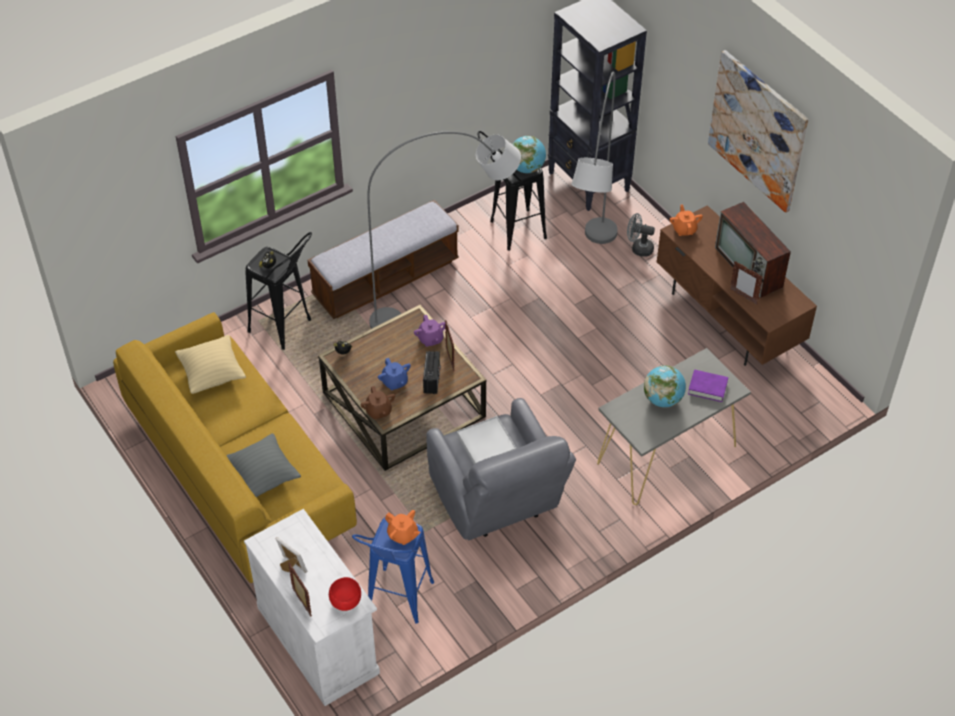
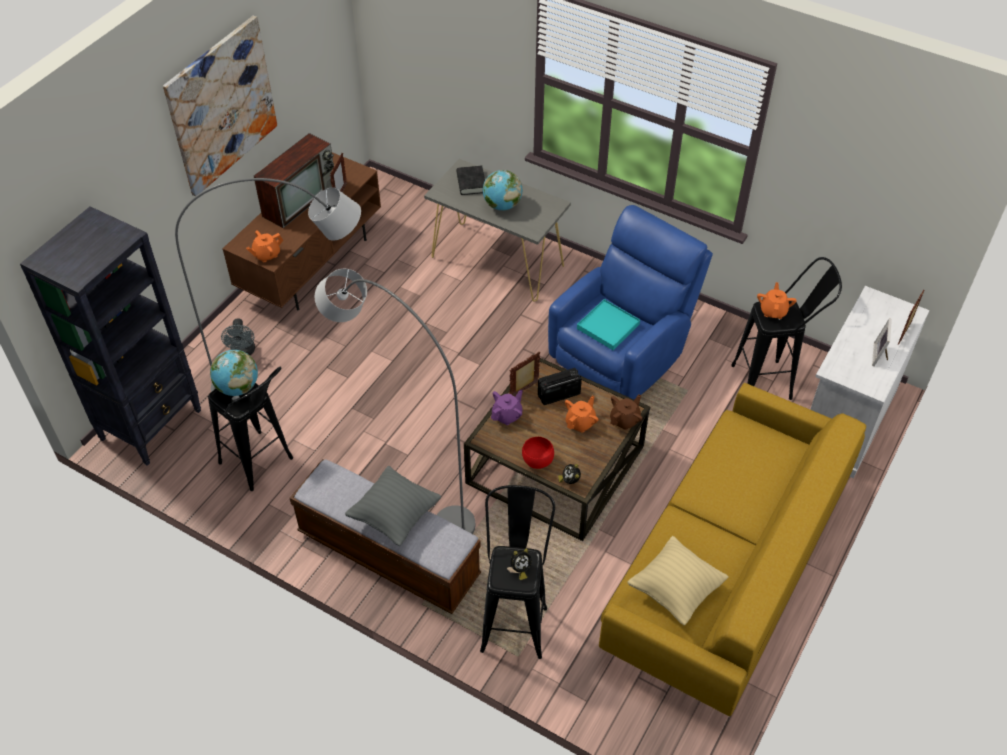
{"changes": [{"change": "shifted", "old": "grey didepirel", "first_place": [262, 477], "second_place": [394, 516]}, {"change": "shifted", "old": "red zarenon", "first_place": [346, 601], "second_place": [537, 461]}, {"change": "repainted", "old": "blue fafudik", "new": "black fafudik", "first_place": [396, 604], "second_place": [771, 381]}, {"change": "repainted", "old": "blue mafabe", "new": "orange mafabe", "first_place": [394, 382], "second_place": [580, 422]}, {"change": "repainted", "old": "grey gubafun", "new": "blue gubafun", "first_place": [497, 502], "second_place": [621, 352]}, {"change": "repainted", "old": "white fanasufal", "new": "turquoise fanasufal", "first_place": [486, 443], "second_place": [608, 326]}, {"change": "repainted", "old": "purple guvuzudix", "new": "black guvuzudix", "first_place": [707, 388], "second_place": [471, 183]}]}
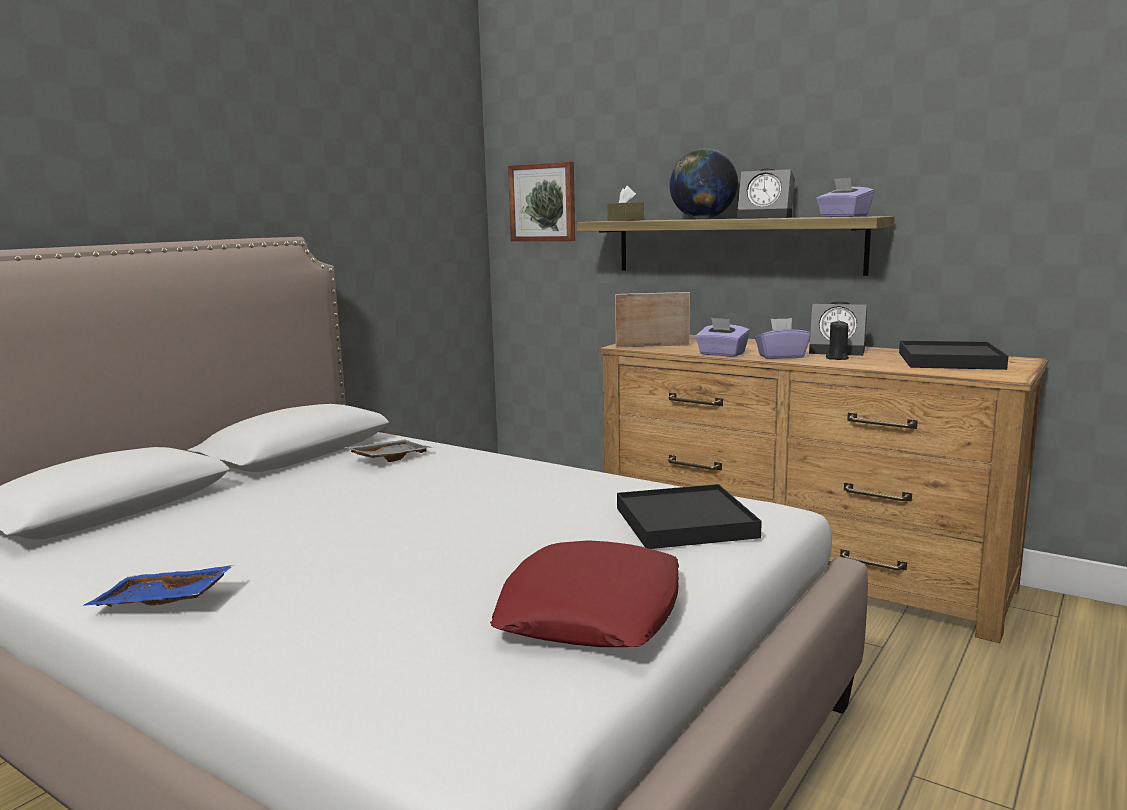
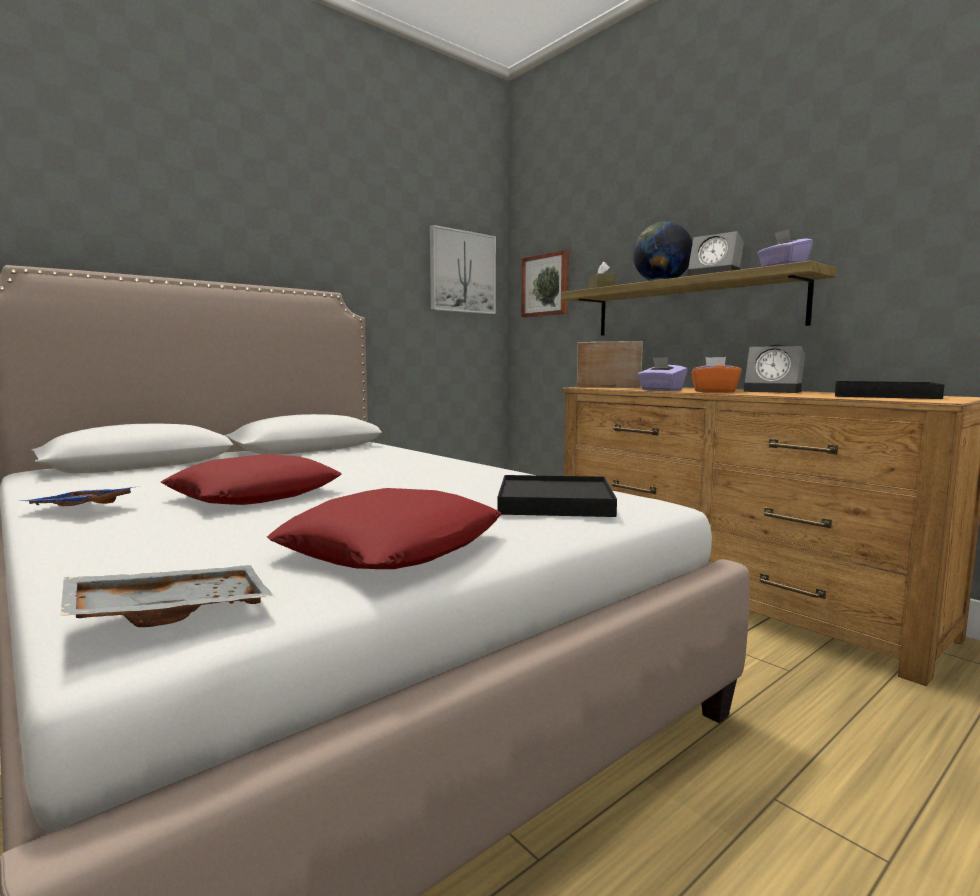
{"changes": [{"change": "shifted", "old": "grey fanasufal", "first_place": [389, 458], "second_place": [172, 611]}, {"change": "repainted", "old": "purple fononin", "new": "orange fononin", "first_place": [781, 356], "second_place": [714, 391]}, {"change": "gone", "old": "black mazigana", "first_place": [837, 358]}, {"change": "new", "new": "red didepirel", "second_place": [256, 494]}, {"change": "new", "new": "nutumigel", "second_place": [462, 272]}]}
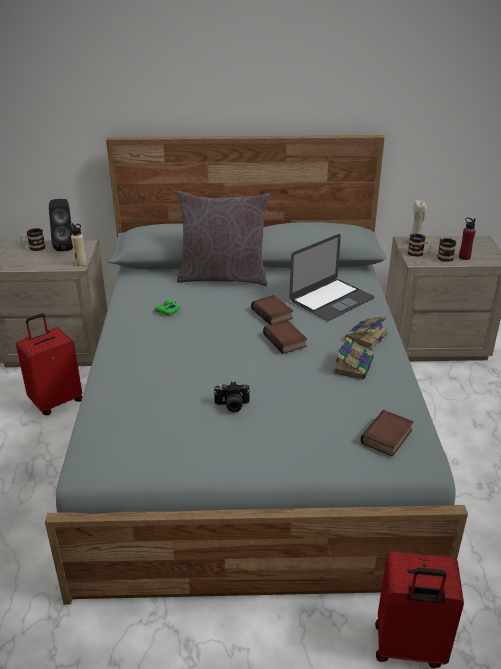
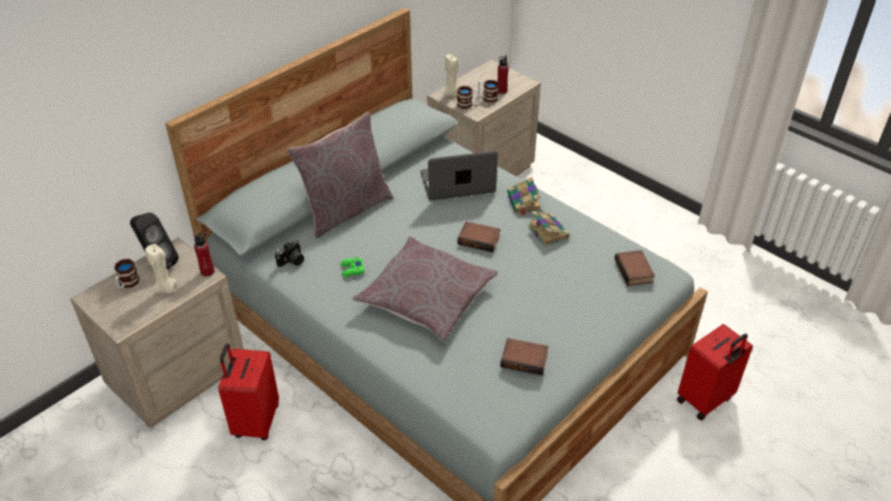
{"changes": [{"change": "repainted", "old": "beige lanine", "new": "red lanine", "first_place": [81, 263], "second_place": [207, 271]}, {"change": "shifted", "old": "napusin", "first_place": [232, 405], "second_place": [292, 261]}, {"change": "shifted", "old": "guvuzudix", "first_place": [273, 314], "second_place": [525, 359]}, {"change": "rotated", "old": "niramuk", "first_place": [331, 299], "second_place": [457, 183], "degrees": -105}, {"change": "new", "new": "beige mazigana", "second_place": [166, 289]}, {"change": "new", "new": "grey didepirel", "second_place": [426, 297]}]}
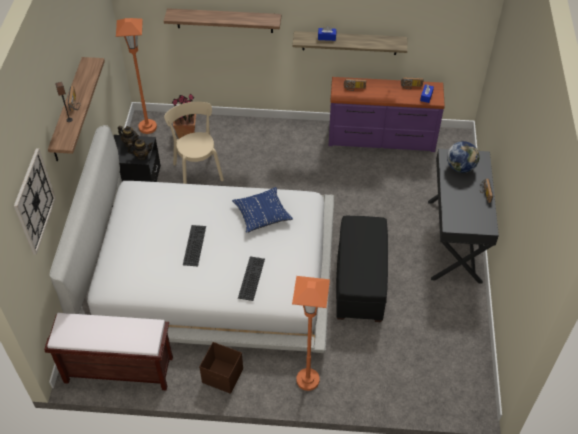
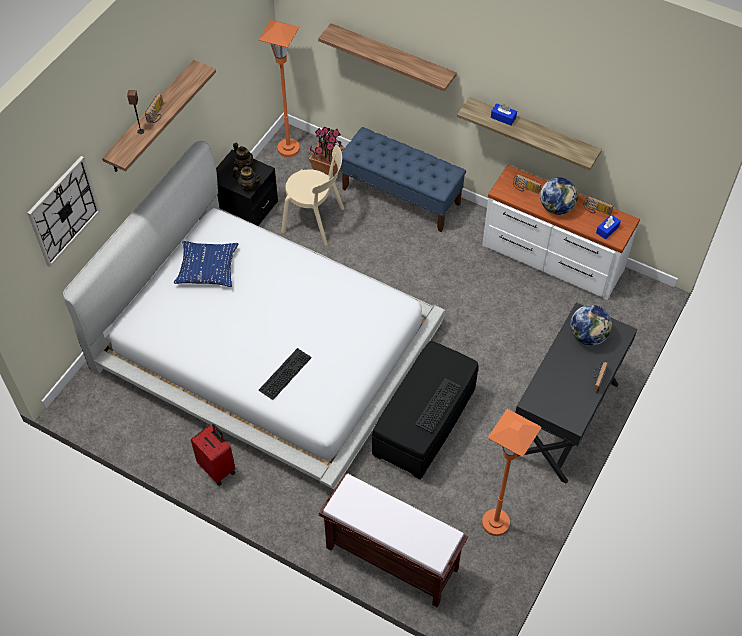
{"changes": [{"change": "shifted", "old": "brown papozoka", "first_place": [117, 370], "second_place": [390, 558]}, {"change": "rotated", "old": "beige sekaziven", "first_place": [197, 170], "second_place": [316, 221], "degrees": 105}, {"change": "shifted", "old": "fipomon", "first_place": [193, 245], "second_place": [437, 404]}, {"change": "swapped", "old": "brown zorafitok", "new": "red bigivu", "first_place": [223, 376], "second_place": [218, 468]}, {"change": "shifted", "old": "blue didepirel", "first_place": [262, 214], "second_place": [207, 268]}, {"change": "shifted", "old": "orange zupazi", "first_place": [307, 380], "second_place": [495, 523]}, {"change": "repainted", "old": "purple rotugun", "new": "white rotugun", "first_place": [381, 138], "second_place": [552, 259]}, {"change": "new", "new": "blue papozoka", "second_place": [401, 196]}, {"change": "new", "new": "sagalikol", "second_place": [556, 207]}]}
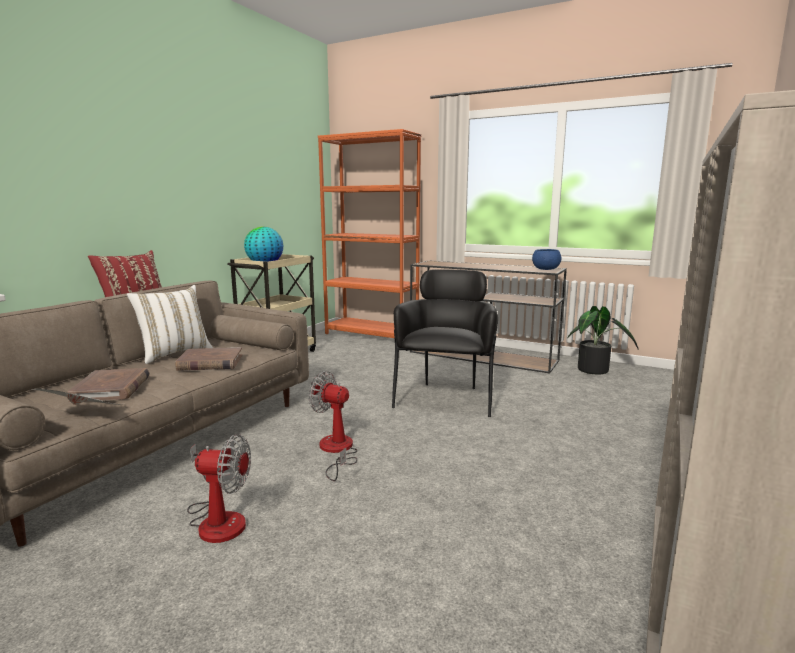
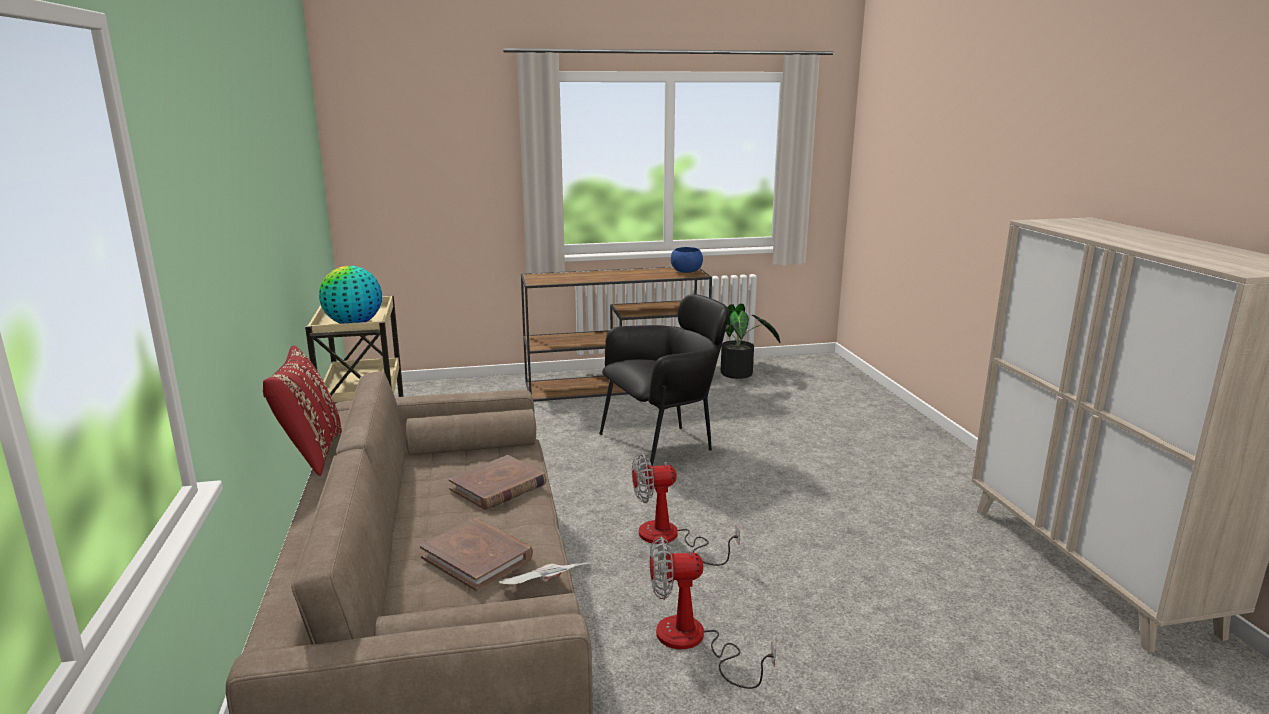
{"changes": [{"change": "gone", "old": "white didepirel", "first_place": [174, 353]}, {"change": "rotated", "old": "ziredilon", "first_place": [218, 519], "second_place": [693, 642], "degrees": -150}, {"change": "gone", "old": "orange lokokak", "first_place": [371, 335]}, {"change": "rotated", "old": "black gubafun", "first_place": [446, 397], "second_place": [664, 445], "degrees": 90}]}
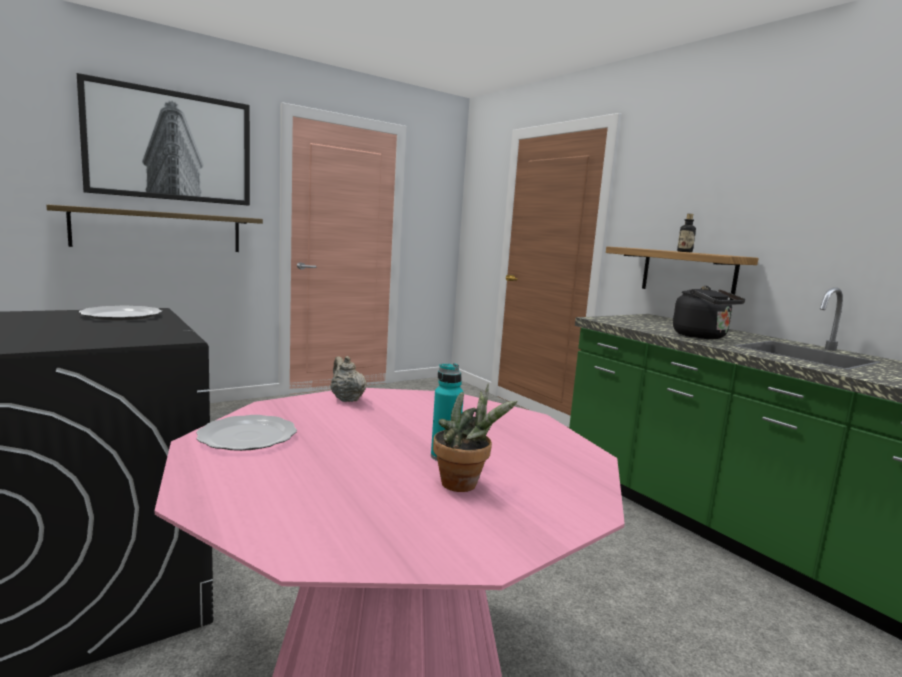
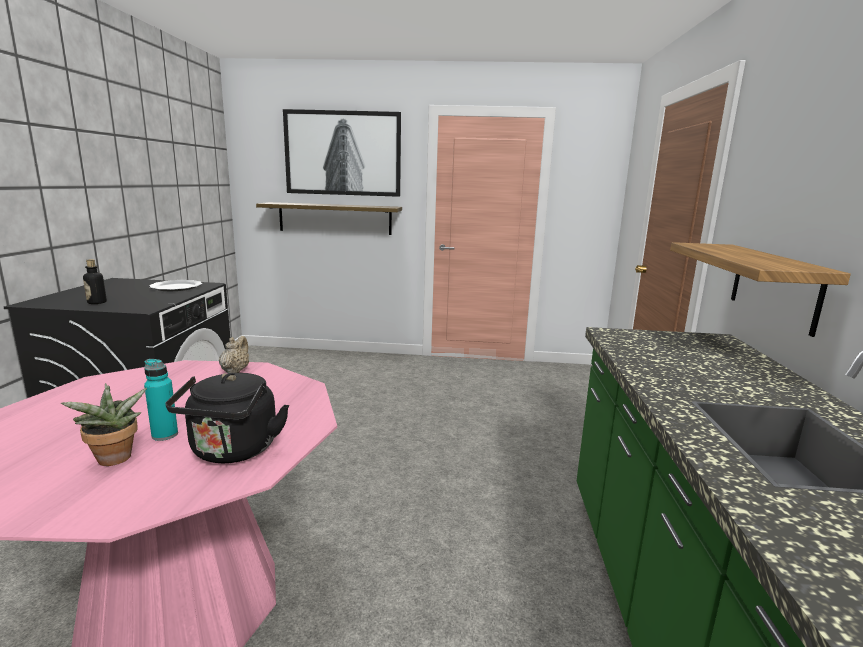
{"changes": [{"change": "gone", "old": "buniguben", "first_place": [248, 437]}, {"change": "shifted", "old": "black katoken", "first_place": [702, 337], "second_place": [233, 451]}, {"change": "shifted", "old": "lanine", "first_place": [684, 252], "second_place": [97, 302]}]}
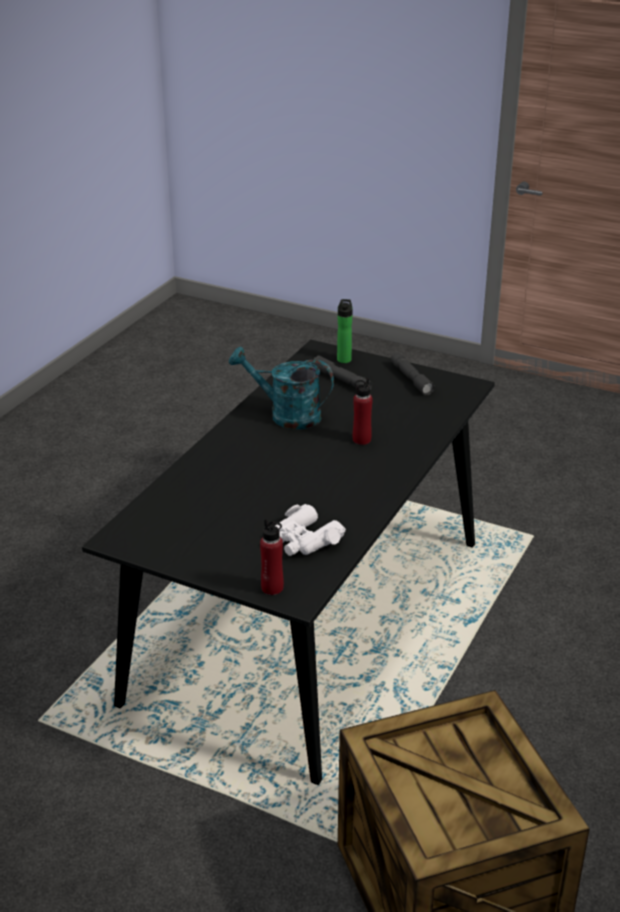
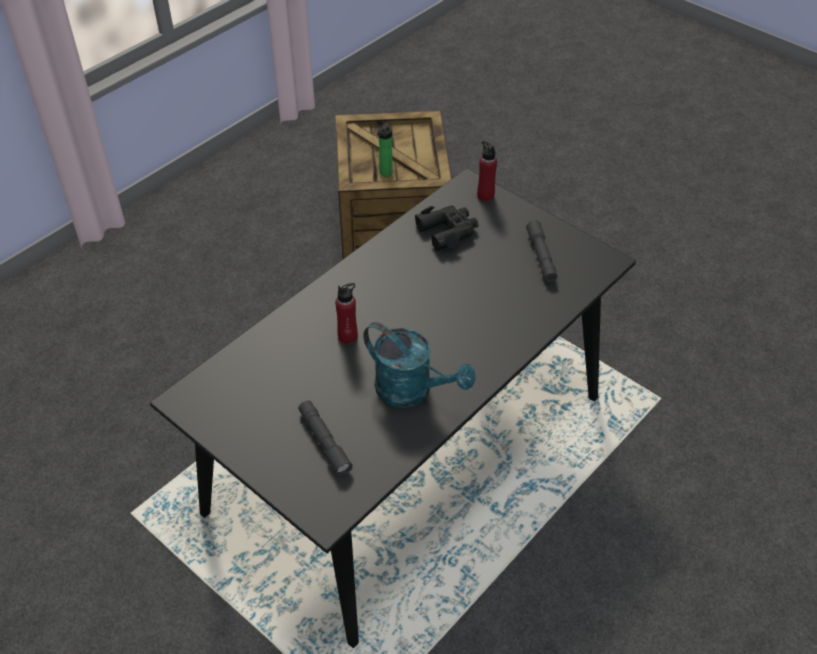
{"changes": [{"change": "repainted", "old": "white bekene", "new": "black bekene", "first_place": [303, 540], "second_place": [448, 231]}, {"change": "shifted", "old": "lanine", "first_place": [344, 359], "second_place": [385, 174]}, {"change": "shifted", "old": "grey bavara", "first_place": [411, 379], "second_place": [541, 256]}]}
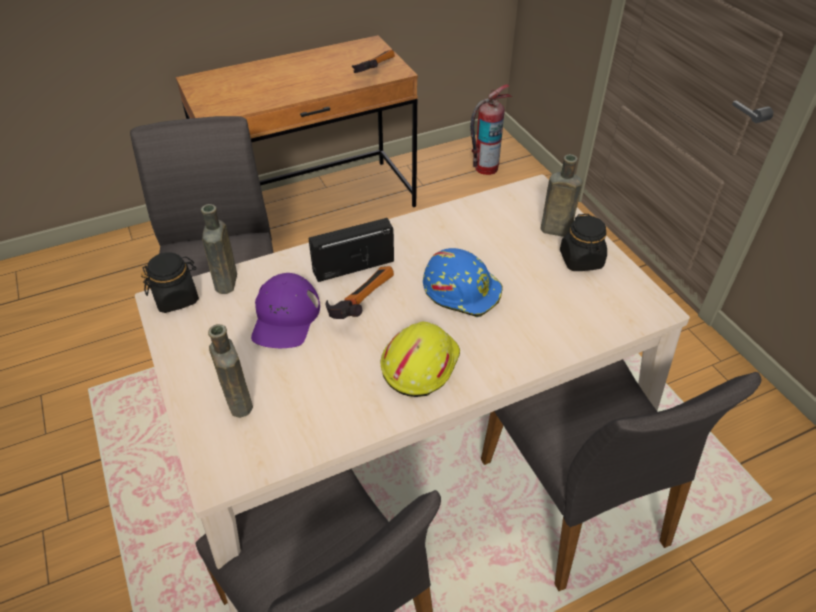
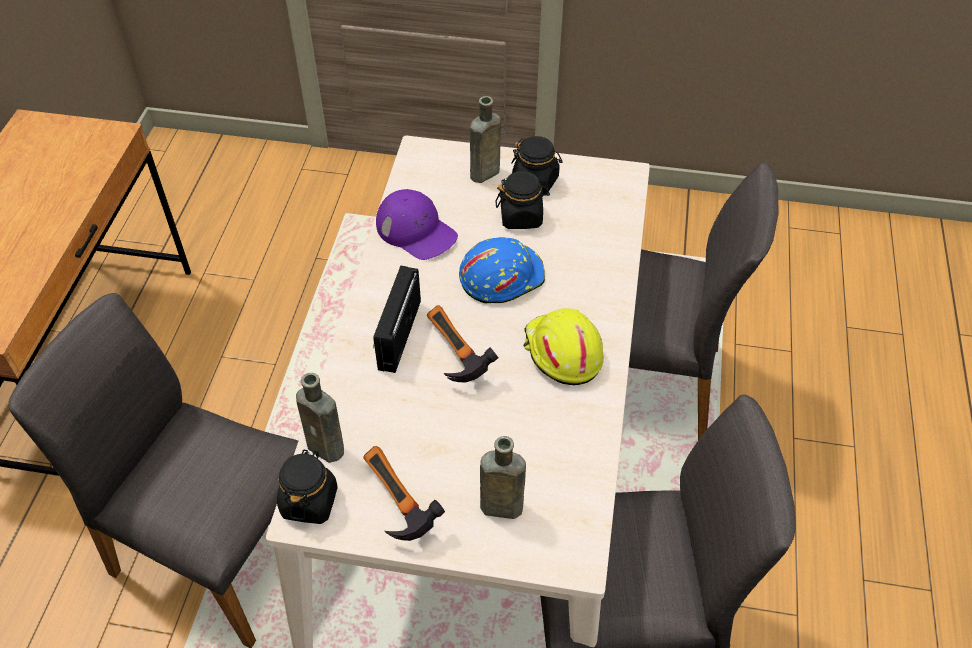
{"changes": [{"change": "shifted", "old": "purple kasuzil", "first_place": [285, 317], "second_place": [416, 231]}, {"change": "shifted", "old": "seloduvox", "first_place": [373, 71], "second_place": [392, 504]}, {"change": "gone", "old": "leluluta", "first_place": [485, 168]}, {"change": "new", "new": "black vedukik", "second_place": [521, 217]}]}
